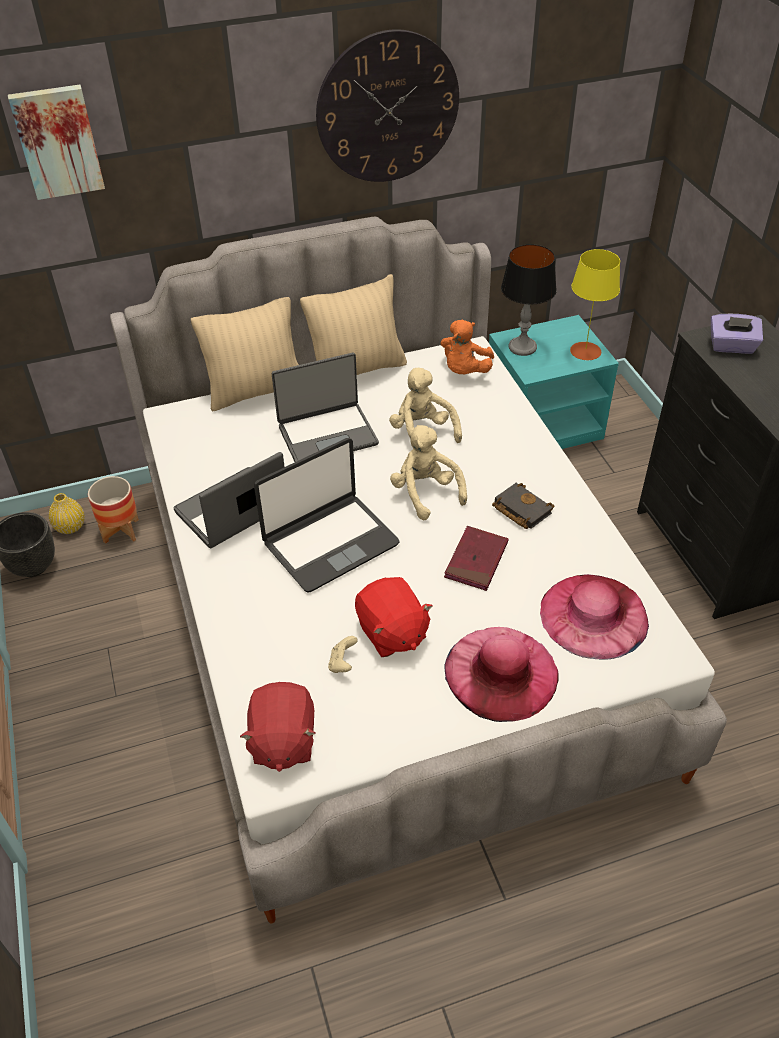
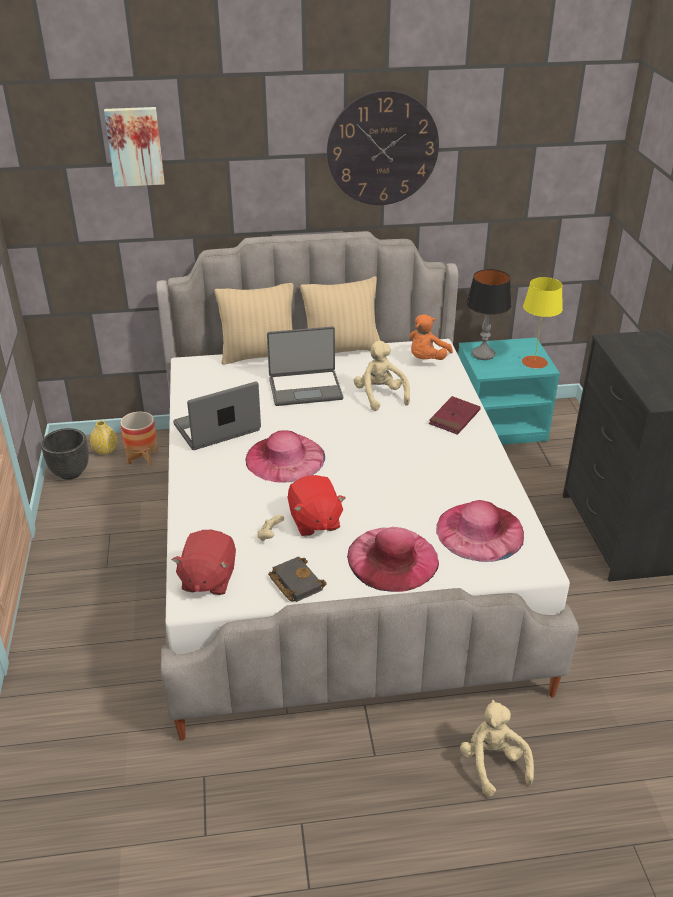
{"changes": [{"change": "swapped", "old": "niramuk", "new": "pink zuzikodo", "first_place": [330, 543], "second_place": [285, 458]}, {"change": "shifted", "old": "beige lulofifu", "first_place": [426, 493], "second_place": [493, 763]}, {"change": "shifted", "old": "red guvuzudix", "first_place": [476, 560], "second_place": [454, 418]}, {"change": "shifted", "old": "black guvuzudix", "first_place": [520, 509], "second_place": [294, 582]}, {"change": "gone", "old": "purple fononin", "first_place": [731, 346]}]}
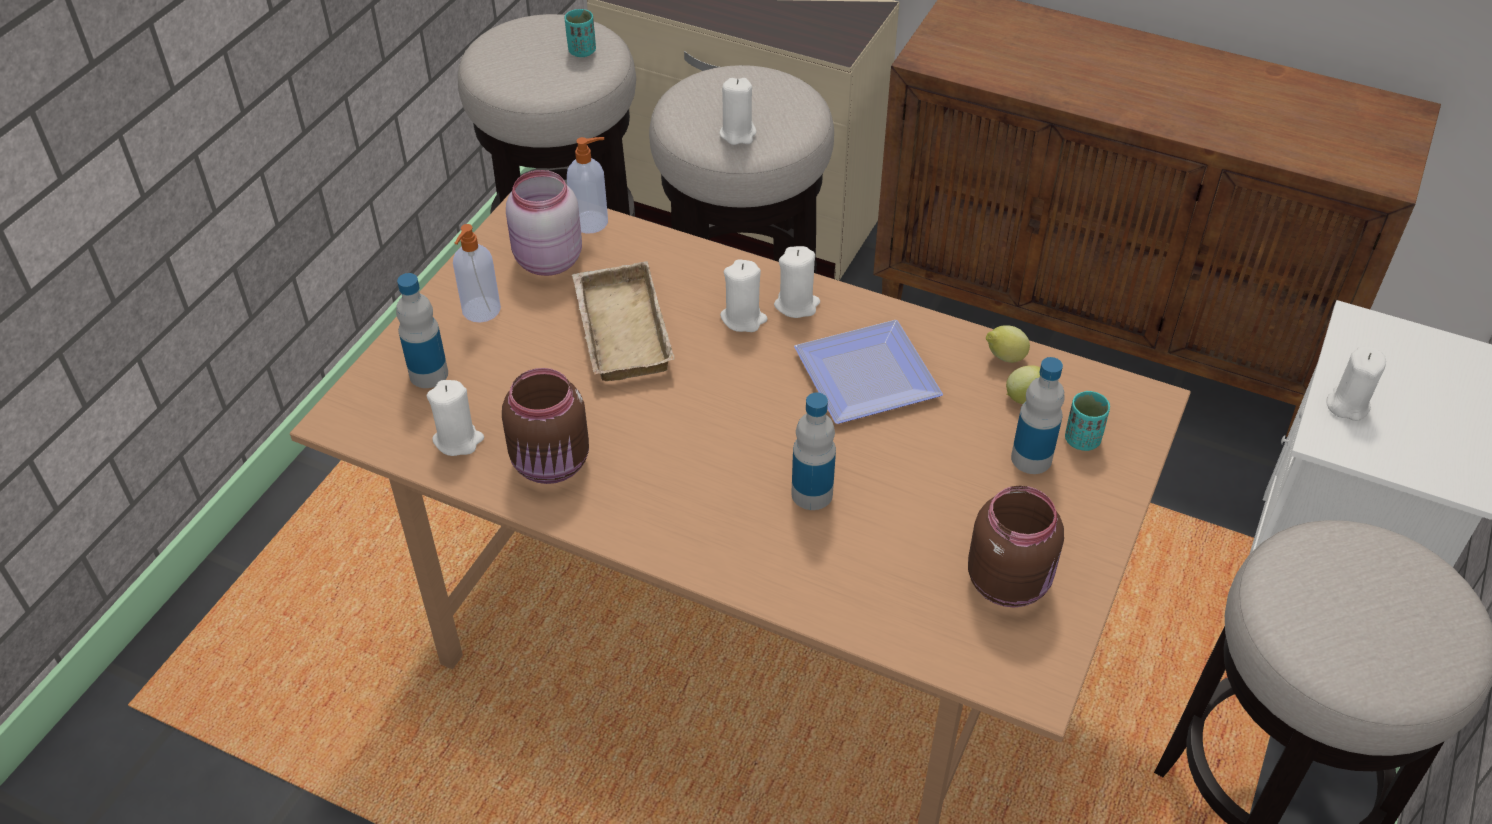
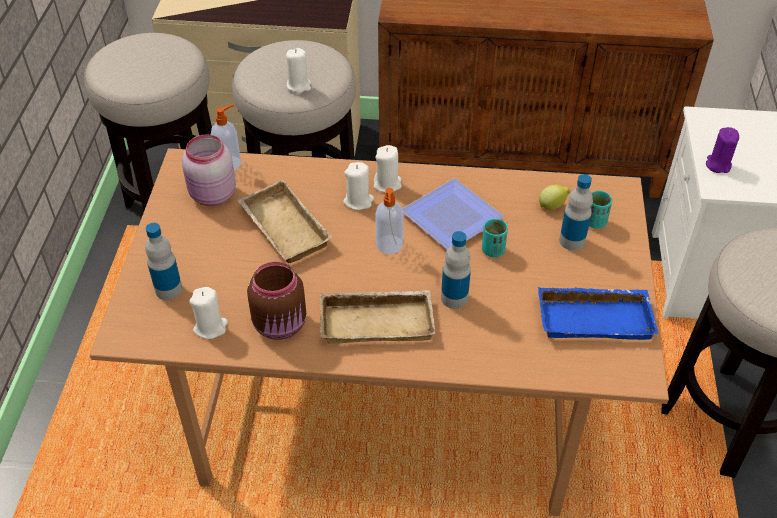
{"changes": [{"change": "shifted", "old": "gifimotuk", "first_place": [480, 311], "second_place": [389, 245]}, {"change": "shifted", "old": "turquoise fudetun", "first_place": [582, 51], "second_place": [493, 250]}, {"change": "swapped", "old": "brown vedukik", "new": "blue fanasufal", "first_place": [1010, 581], "second_place": [595, 317]}, {"change": "gone", "old": "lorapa", "first_place": [1004, 358]}, {"change": "repainted", "old": "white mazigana", "new": "purple mazigana", "first_place": [1347, 405], "second_place": [718, 165]}, {"change": "new", "new": "beige fanasufal", "second_place": [378, 320]}]}
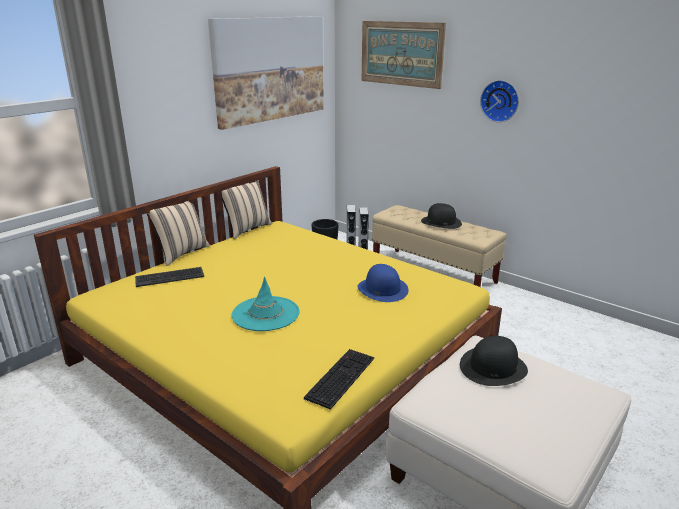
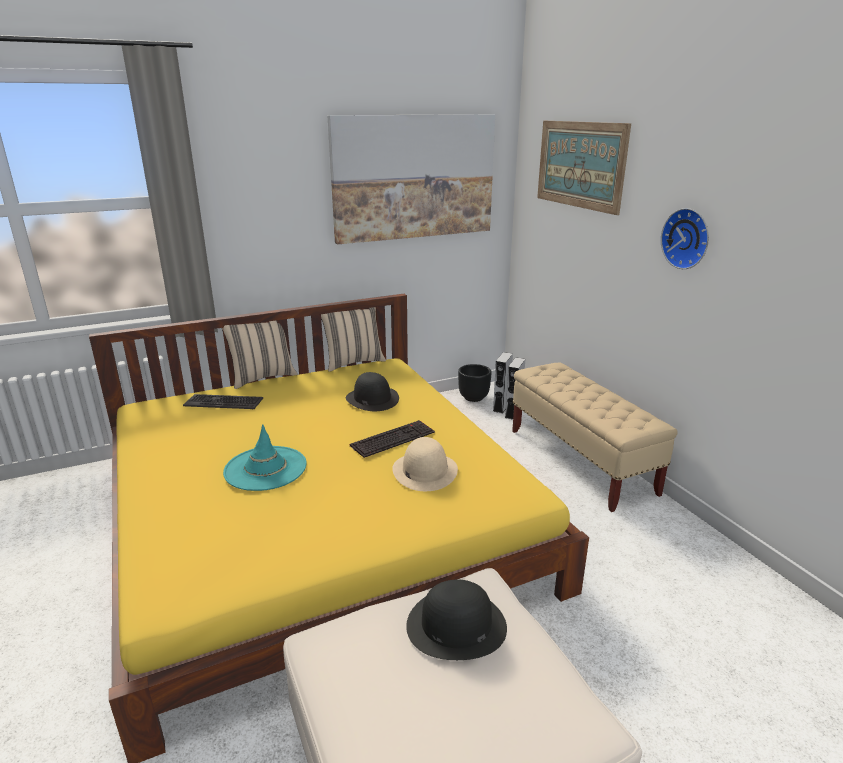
{"changes": [{"change": "shifted", "old": "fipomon", "first_place": [340, 377], "second_place": [393, 438]}, {"change": "repainted", "old": "blue zuzikodo", "new": "beige zuzikodo", "first_place": [382, 289], "second_place": [424, 470]}, {"change": "shifted", "old": "black zuzikodo", "first_place": [441, 222], "second_place": [372, 399]}]}
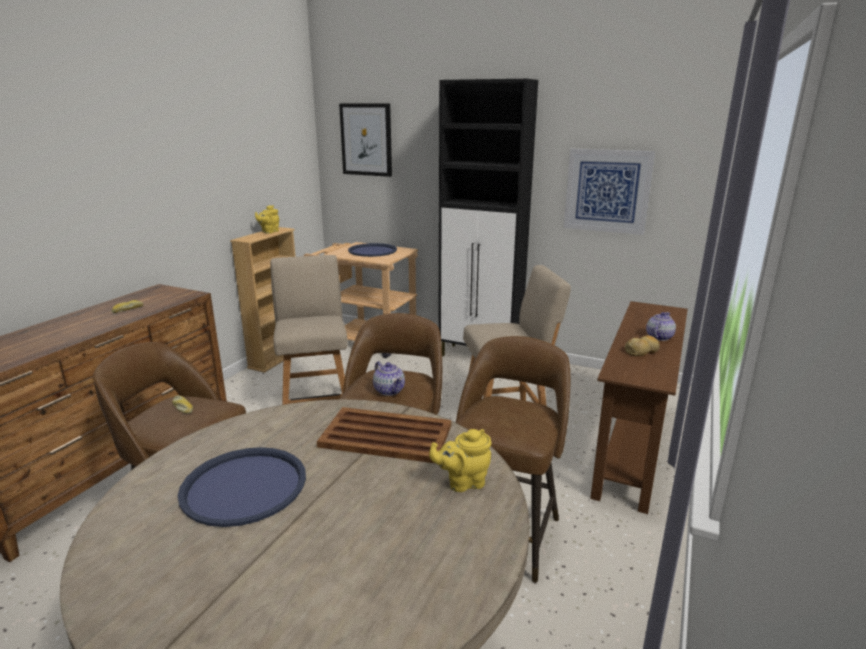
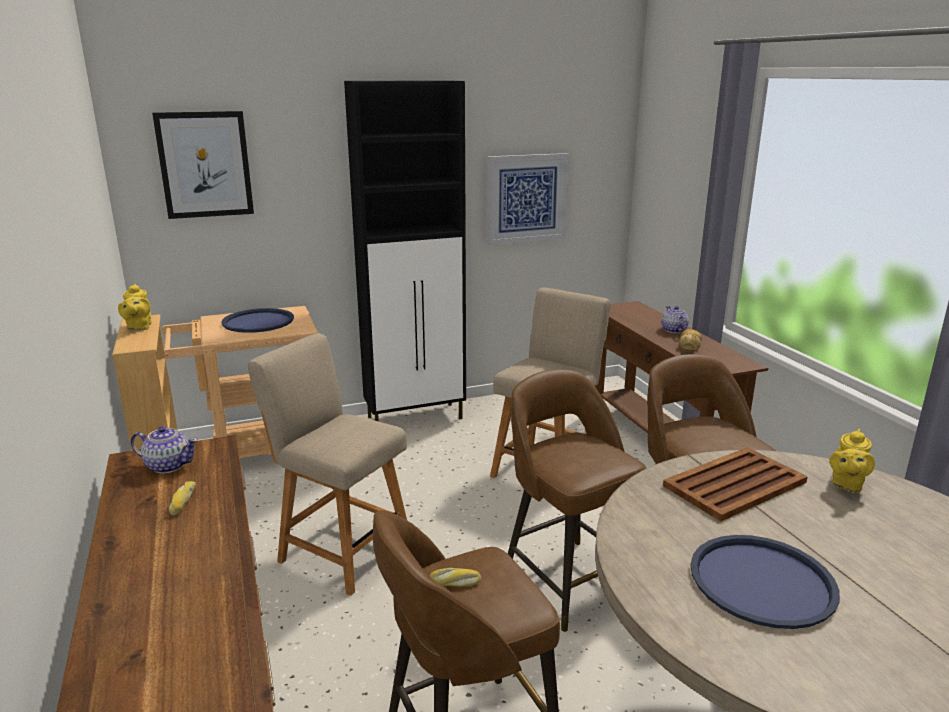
{"changes": [{"change": "shifted", "old": "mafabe", "first_place": [389, 390], "second_place": [168, 465]}]}
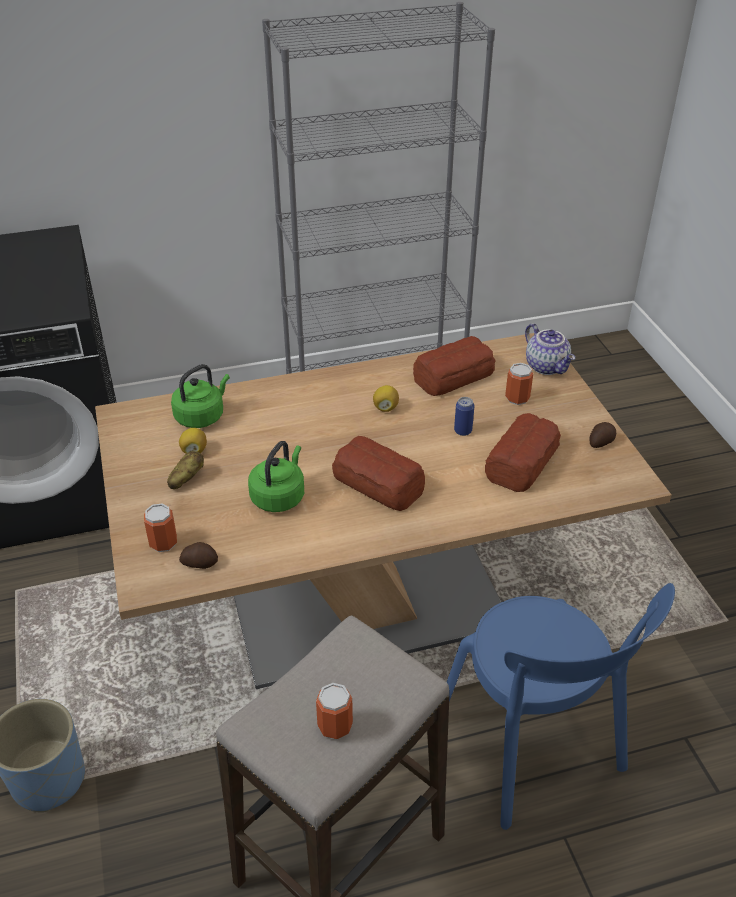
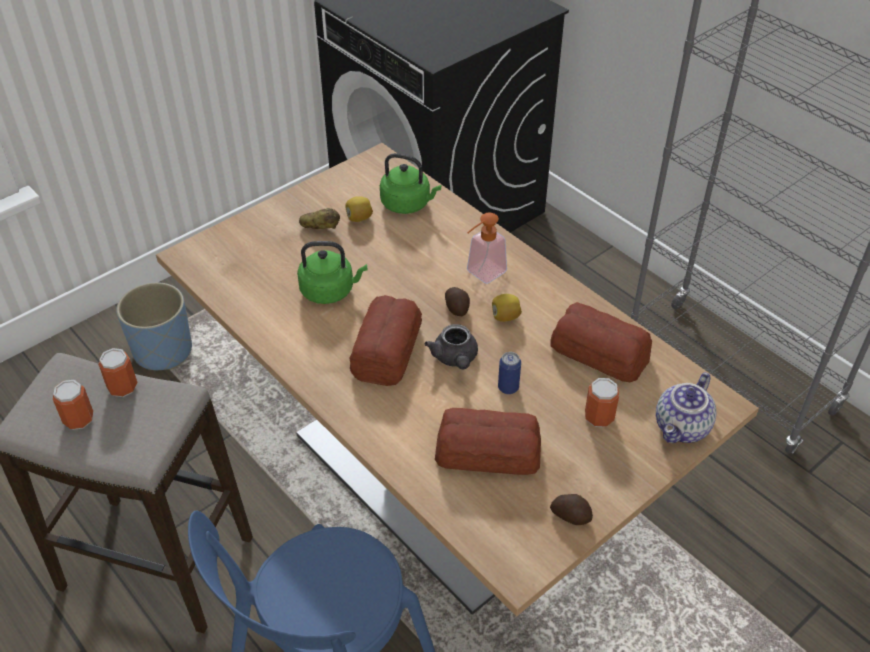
{"changes": [{"change": "shifted", "old": "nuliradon", "first_place": [163, 543], "second_place": [122, 387]}, {"change": "shifted", "old": "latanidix", "first_place": [199, 563], "second_place": [457, 307]}, {"change": "new", "new": "grey mafabe", "second_place": [455, 359]}, {"change": "new", "new": "gifimotuk", "second_place": [481, 274]}]}
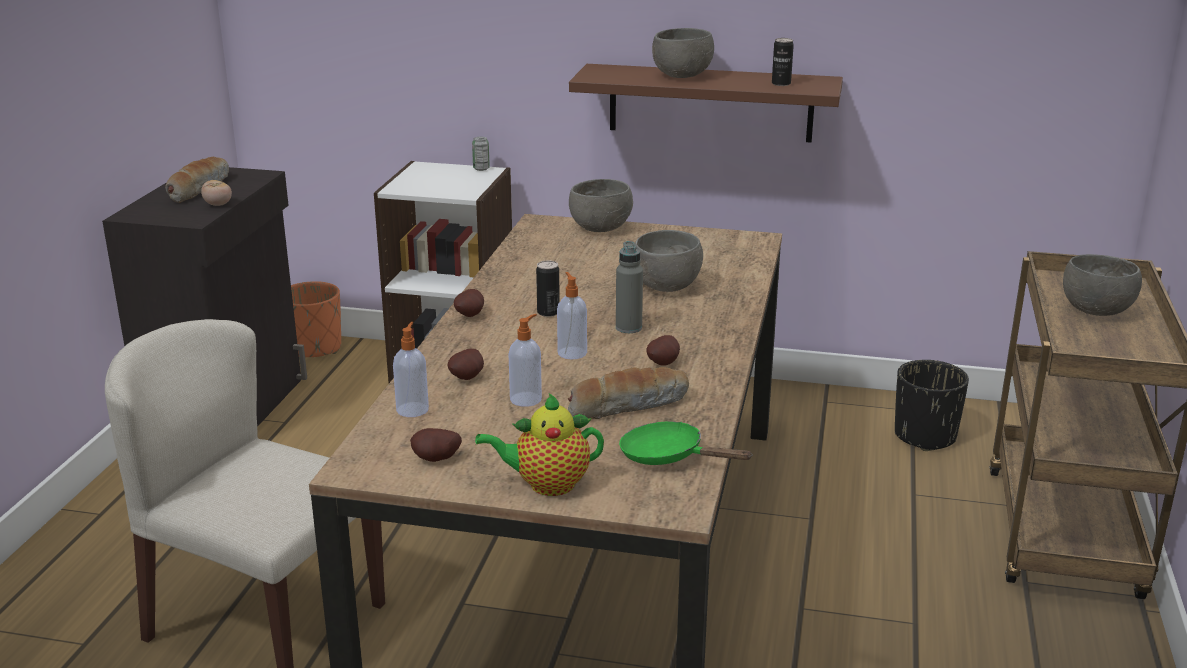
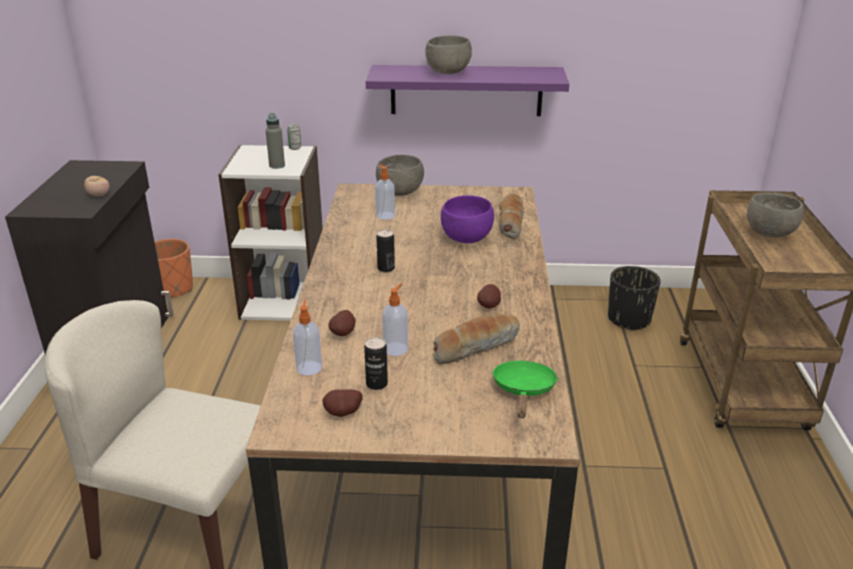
{"changes": [{"change": "shifted", "old": "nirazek", "first_place": [198, 188], "second_place": [510, 222]}, {"change": "gone", "old": "latanidix", "first_place": [471, 315]}, {"change": "gone", "old": "mafabe", "first_place": [546, 485]}, {"change": "shifted", "old": "gifimotuk", "first_place": [571, 352], "second_place": [385, 215]}, {"change": "repainted", "old": "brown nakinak", "new": "purple nakinak", "first_place": [710, 103], "second_place": [466, 90]}, {"change": "shifted", "old": "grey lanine", "first_place": [628, 328], "second_place": [277, 165]}, {"change": "rotated", "old": "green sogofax", "first_place": [669, 457], "second_place": [524, 391], "degrees": 75}, {"change": "repainted", "old": "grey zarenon", "new": "purple zarenon", "first_place": [665, 286], "second_place": [466, 238]}, {"change": "shifted", "old": "nuliradon", "first_place": [781, 84], "second_place": [376, 384]}]}
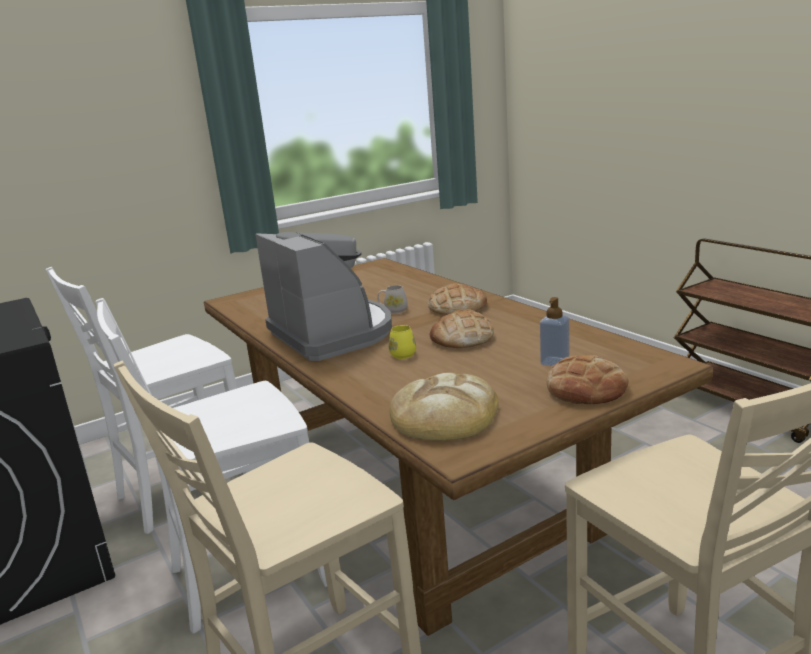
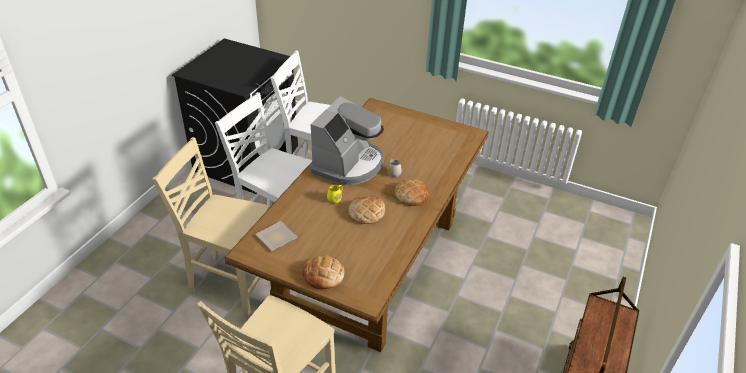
{"changes": [{"change": "swapped", "old": "nirazek", "new": "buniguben", "first_place": [445, 415], "second_place": [276, 236]}, {"change": "gone", "old": "gifimotuk", "first_place": [555, 362]}]}
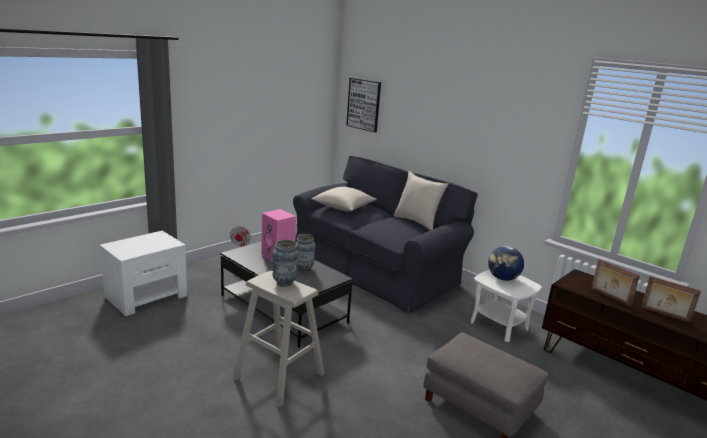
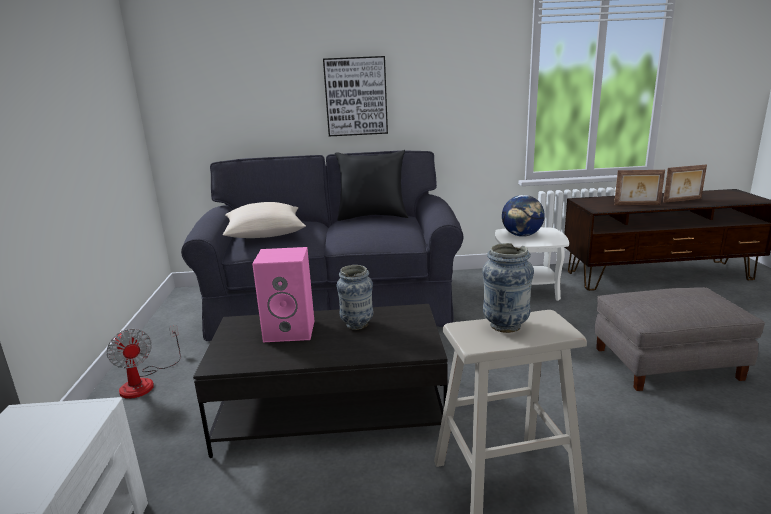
{"changes": [{"change": "shifted", "old": "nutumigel", "first_place": [364, 104], "second_place": [356, 96]}, {"change": "repainted", "old": "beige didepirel", "new": "black didepirel", "first_place": [417, 222], "second_place": [372, 216]}]}
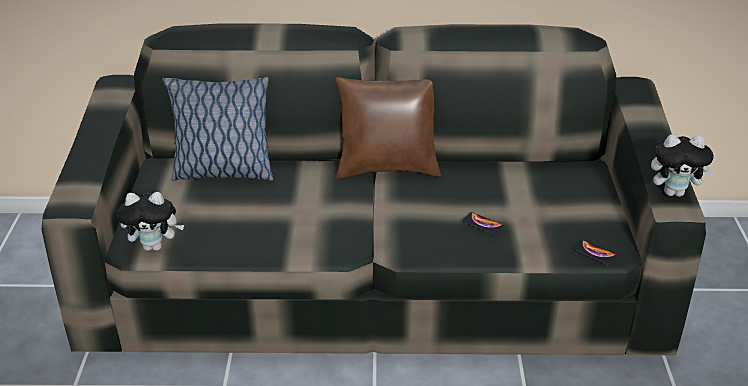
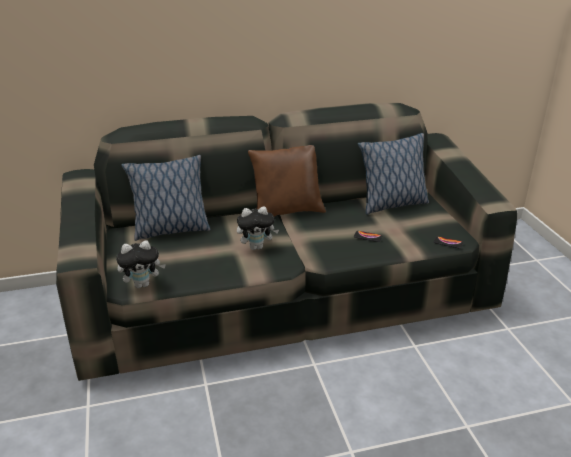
{"changes": [{"change": "shifted", "old": "lulofifu", "first_place": [674, 192], "second_place": [257, 247]}, {"change": "new", "new": "didepirel", "second_place": [391, 204]}]}
